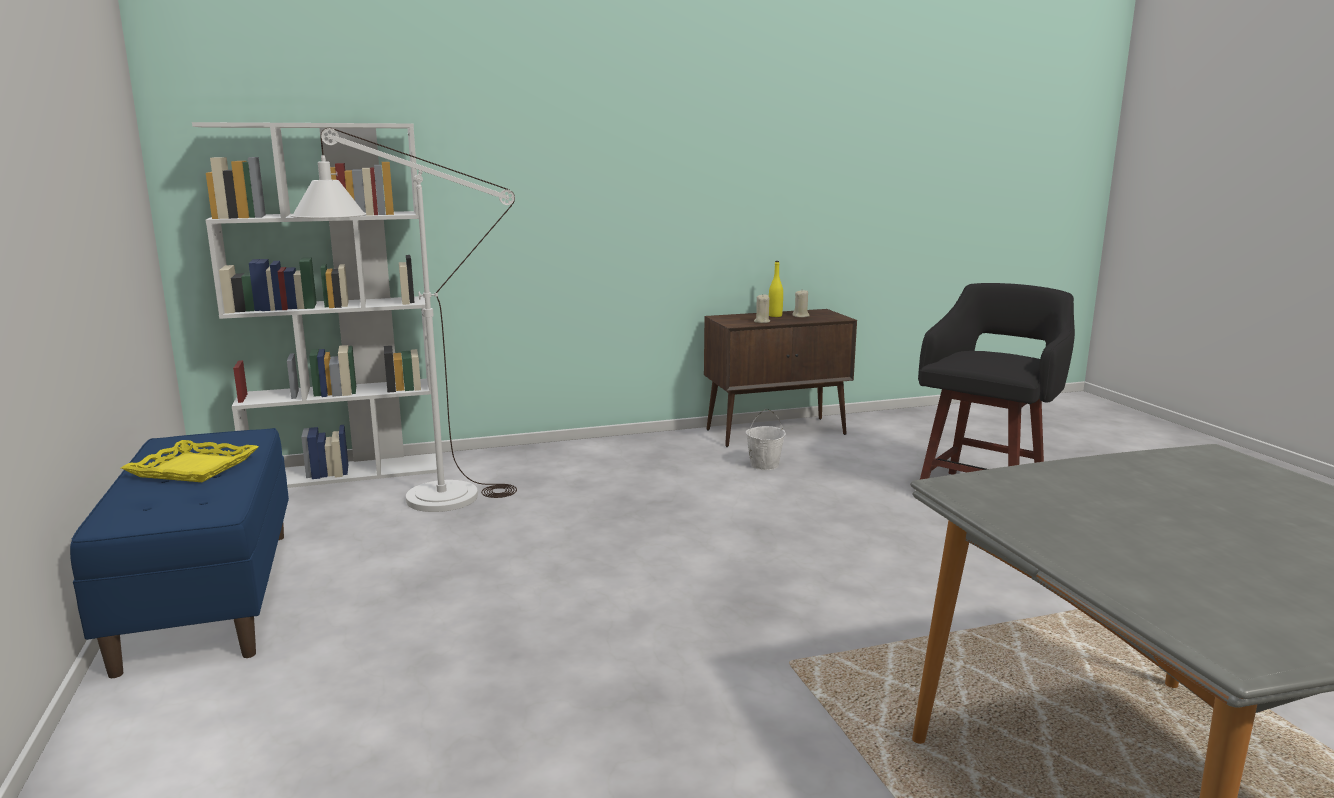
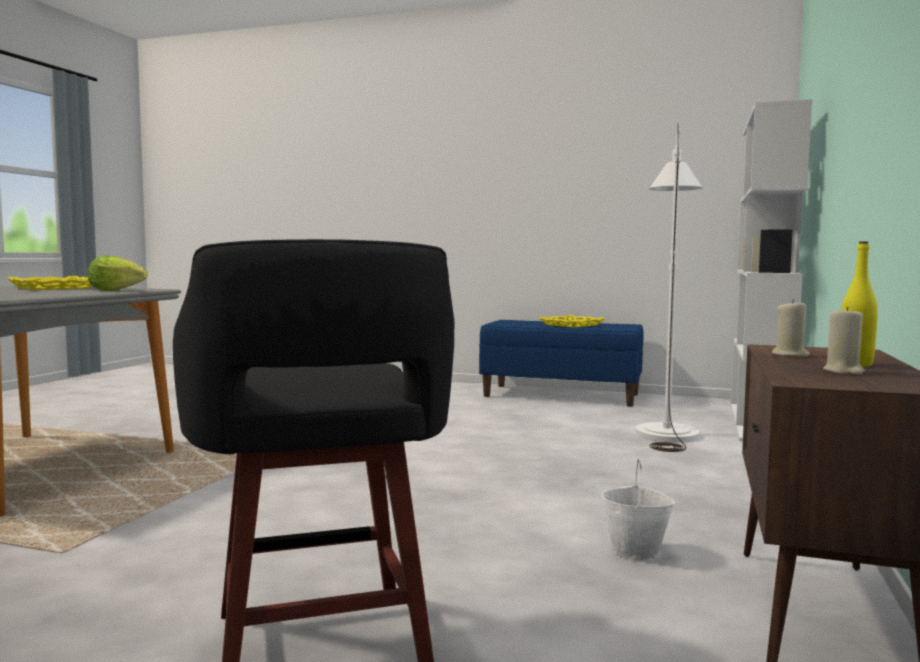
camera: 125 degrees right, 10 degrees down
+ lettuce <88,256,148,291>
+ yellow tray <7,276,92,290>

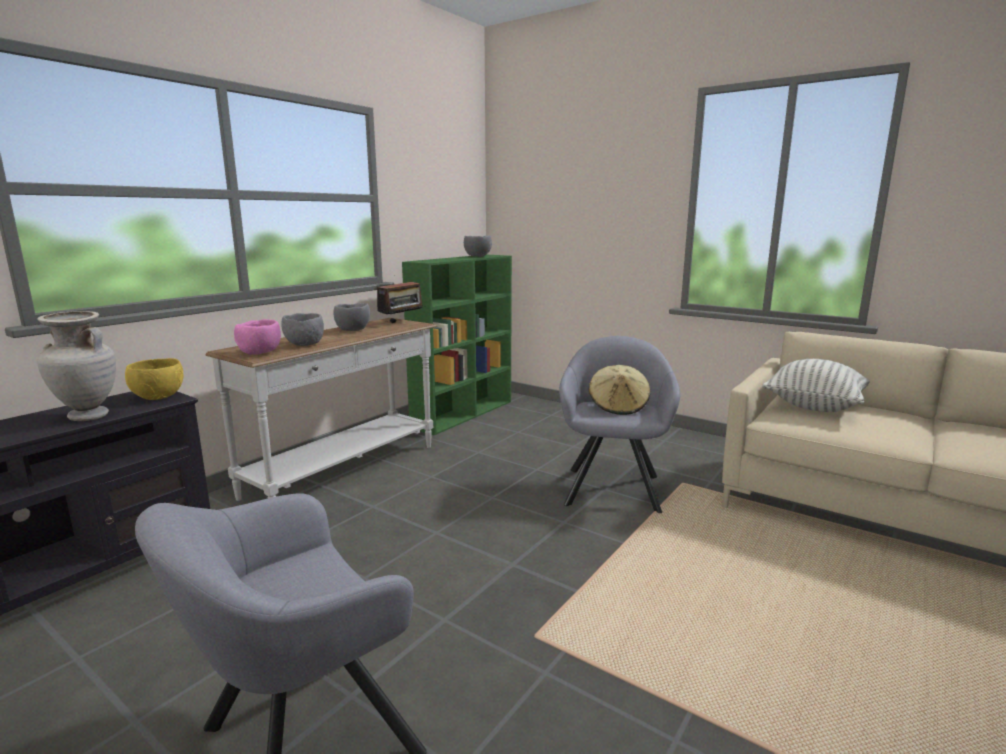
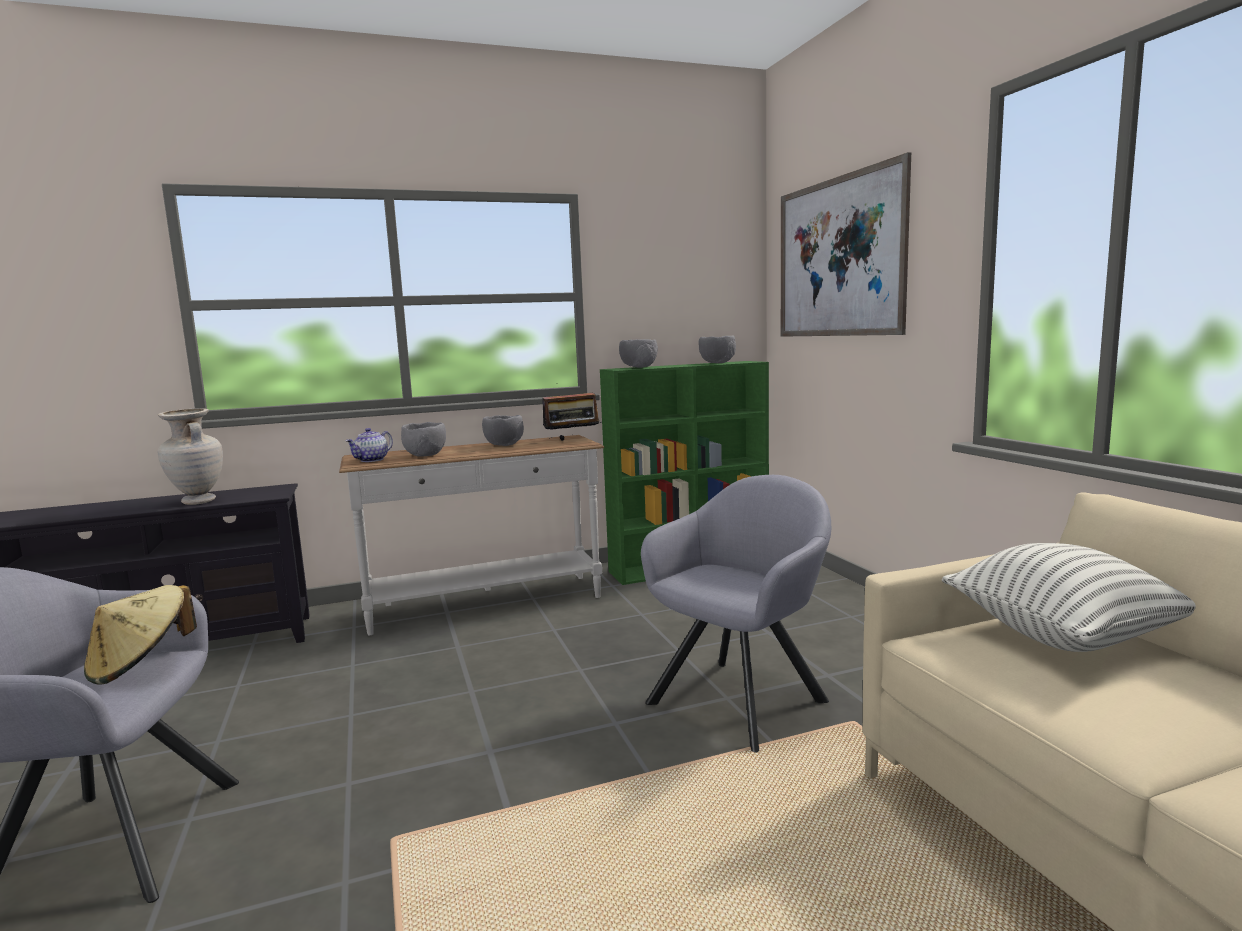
camera: 35 degrees right, 5 degrees down
~ pink bowl <234,319,281,355> to teapot <346,428,393,462>
- yellow bowl <125,358,184,400>
~ beige hat <588,365,650,415> to <84,585,197,685>
+ picture <781,152,911,337>
+ grey bowl <619,339,658,368>

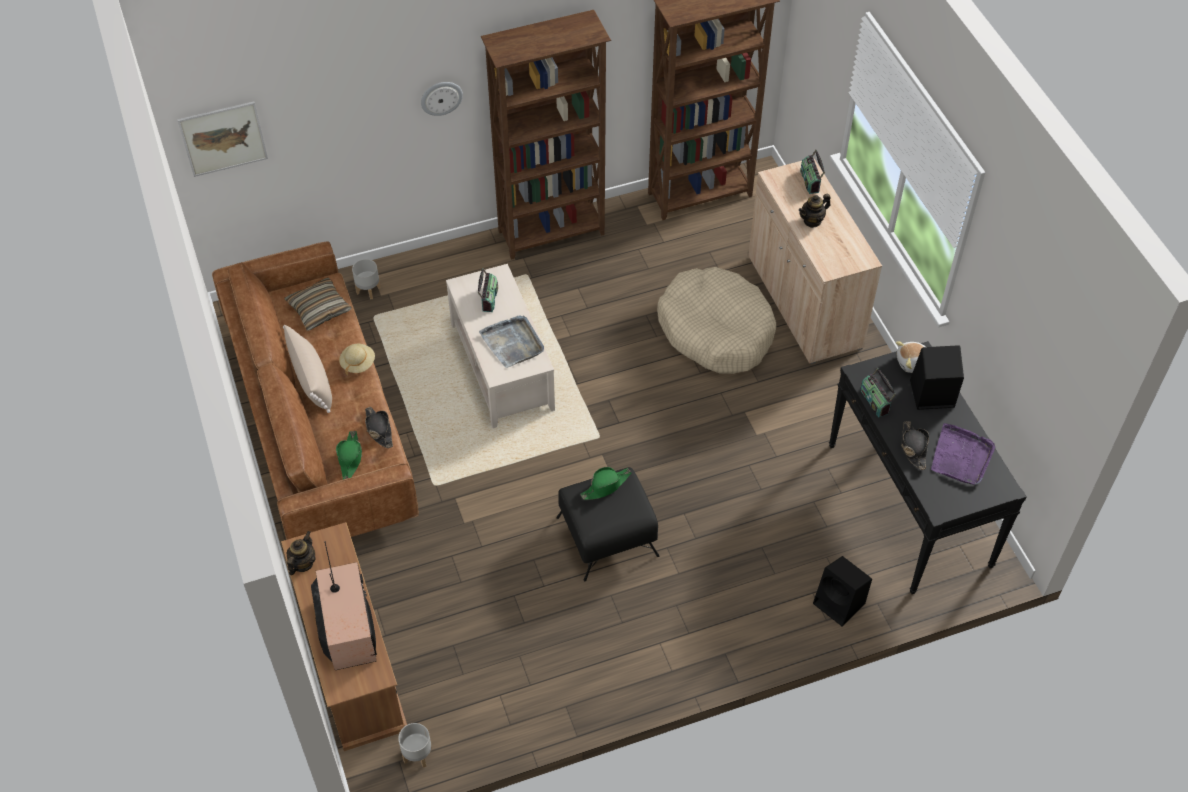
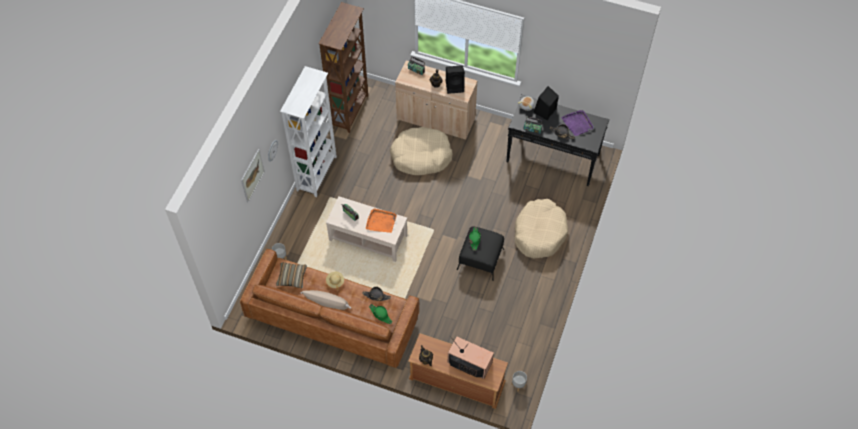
camera: 50 degrees left, 5 degrees up
~ brown bookcase <481,10,611,260> to white bookcase <280,66,337,197>
~ picture <177,101,268,177> to <241,149,265,202>
~ grey tray <479,316,544,368> to orange tray <366,208,397,233>
~ black speaker <813,556,872,627> to <446,65,465,94>
+ beige dog bed <515,199,568,258>

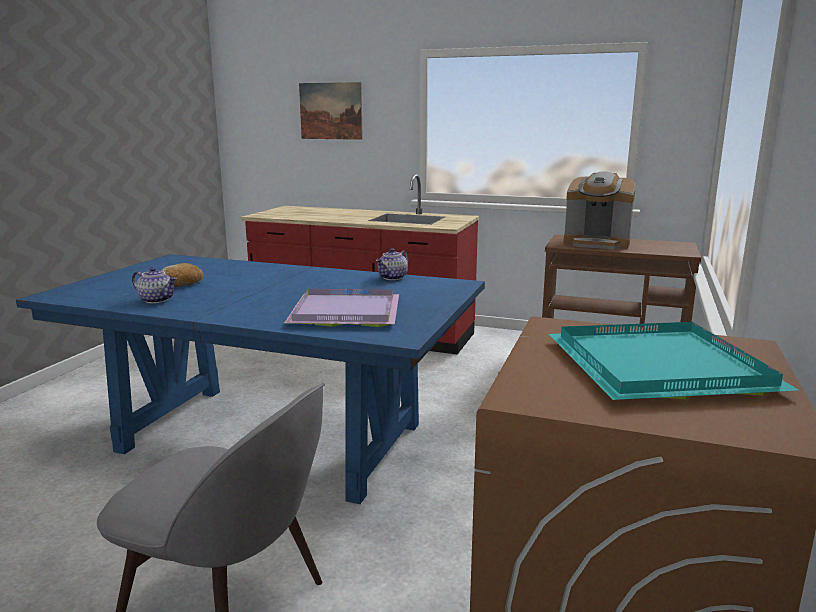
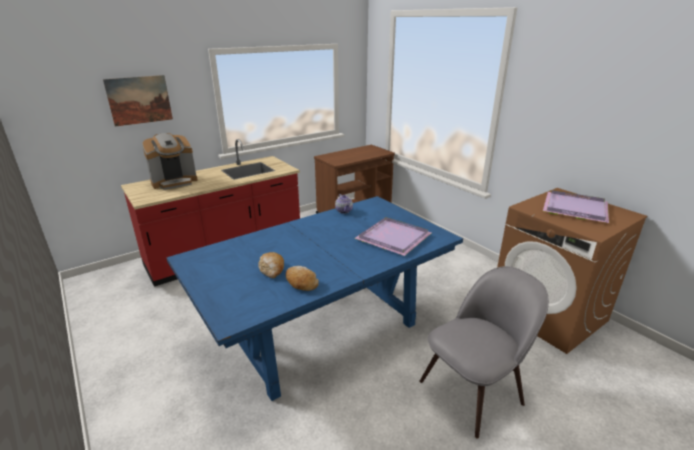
camera: 55 degrees left, 10 degrees up
~ coffee machine <563,171,636,249> to <142,133,198,190>
~ teapot <132,267,177,303> to bread <286,266,319,291>
~ turquoise tray <549,322,800,400> to purple tray <543,190,609,223>

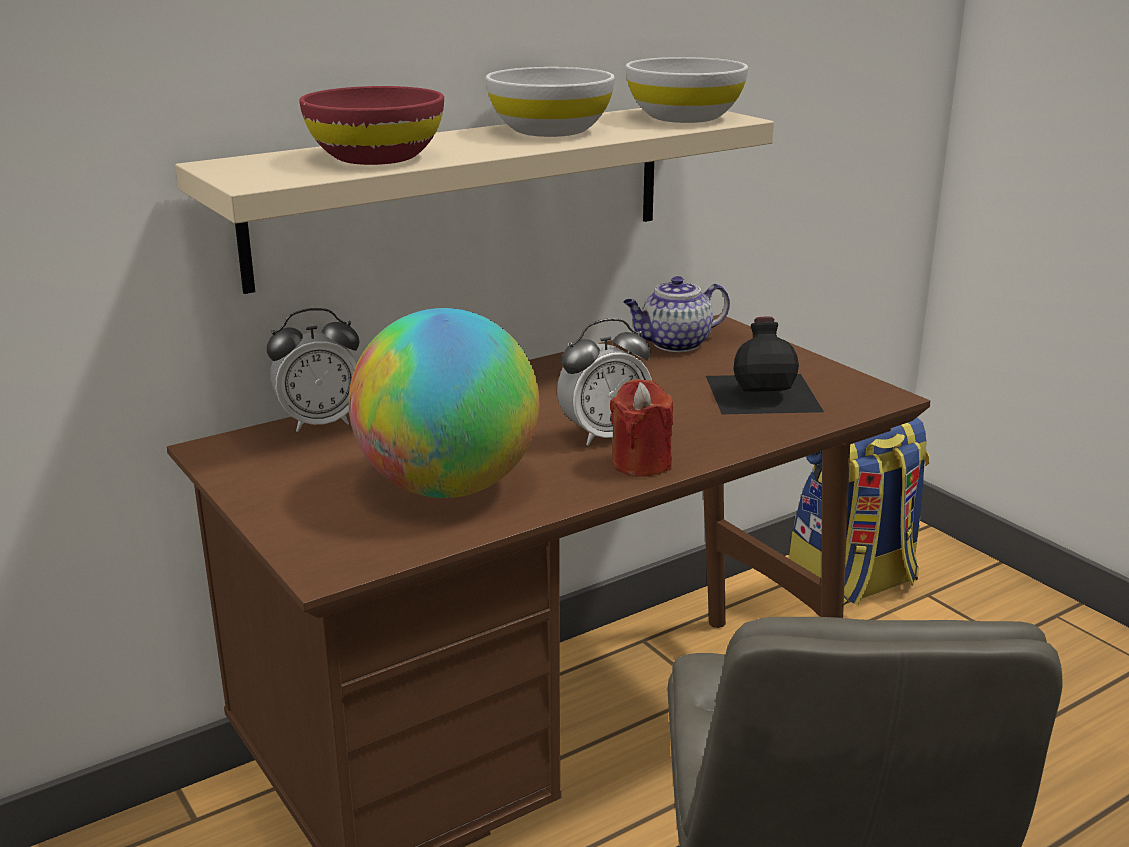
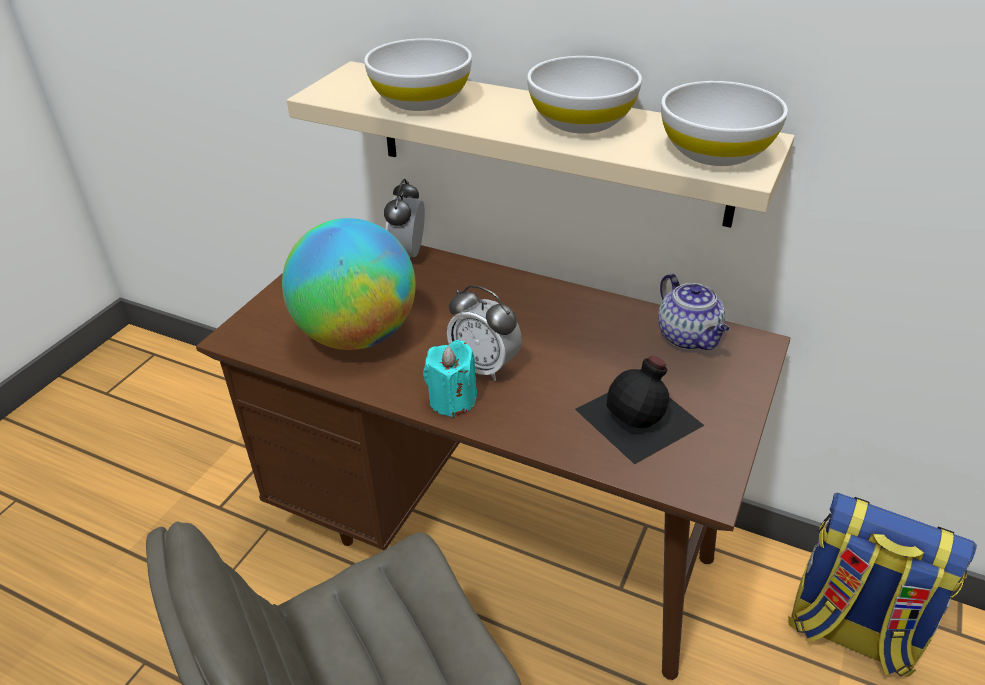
camera: 60 degrees right, 15 degrees up
~ red bowl <299,86,444,165> to white bowl <364,38,472,111>
~ teapot <623,276,730,352> = <658,273,729,350> 150 degrees counterclockwise
~ alarm clock <267,308,360,432> = <384,179,425,257> 60 degrees clockwise
~ red candle <610,379,673,477> to turquoise candle <423,340,477,417>

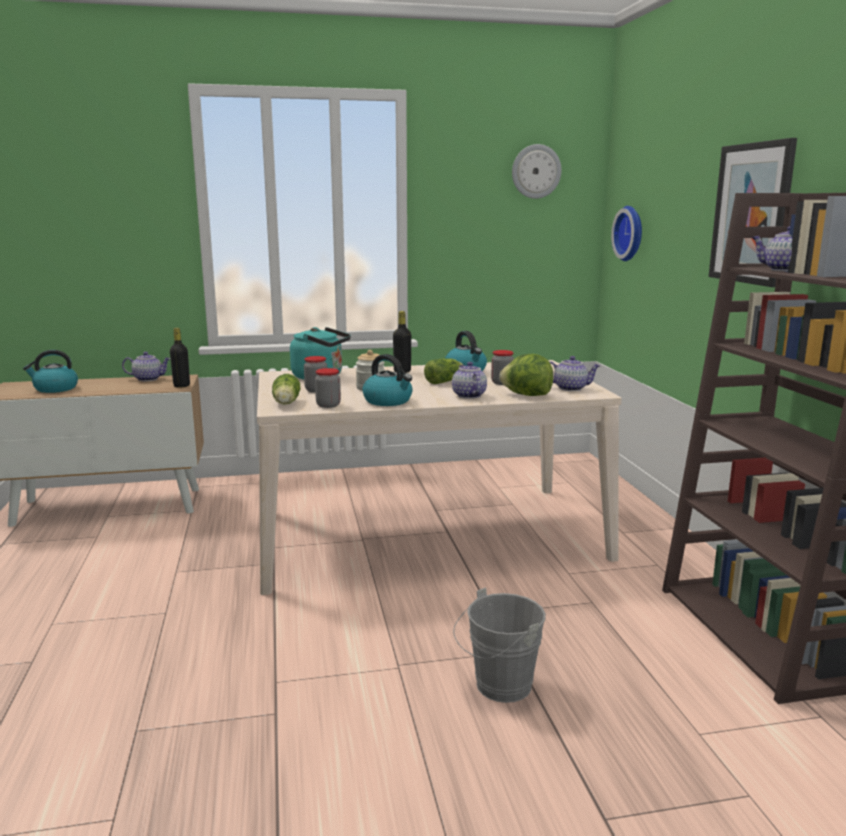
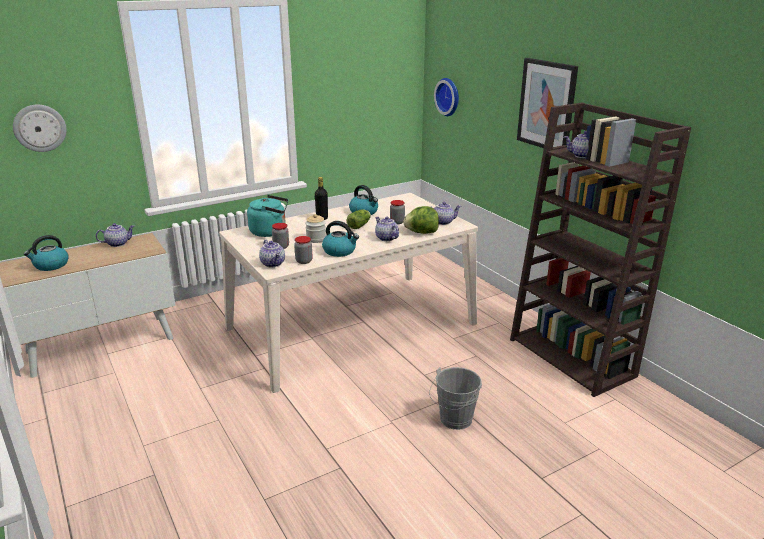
camera: 20 degrees left, 10 degrees up
~ wall clock <512,144,561,199> to <13,105,67,152>
- black bottle <170,328,190,387>
~ lettuce <272,374,300,405> to teapot <259,240,285,268>

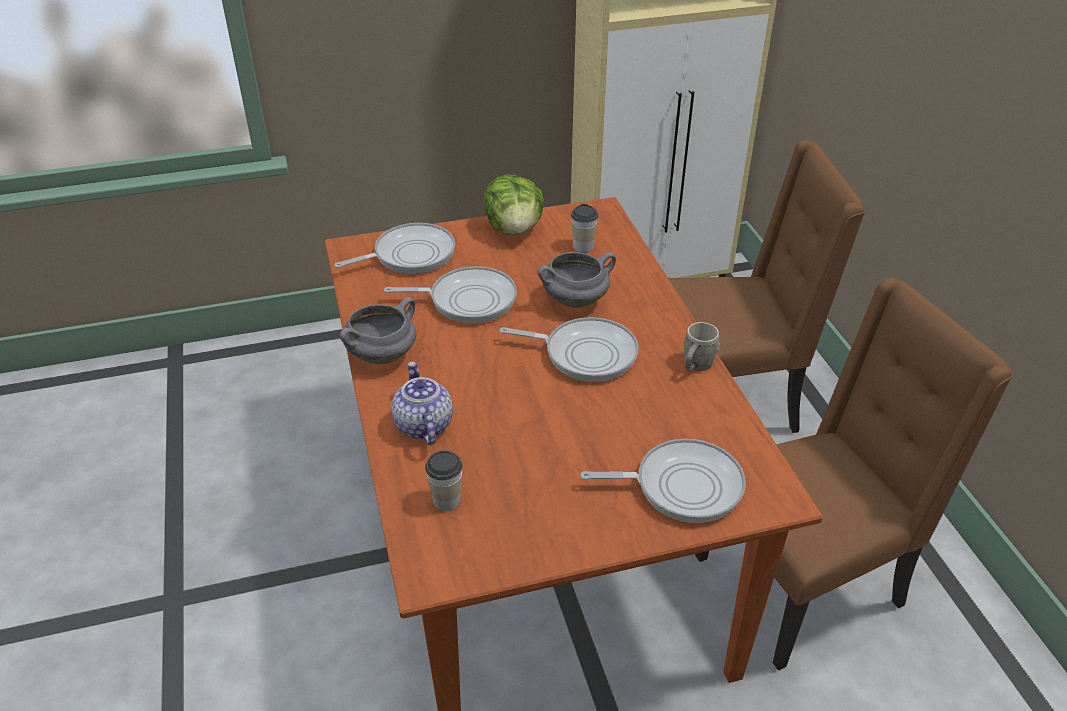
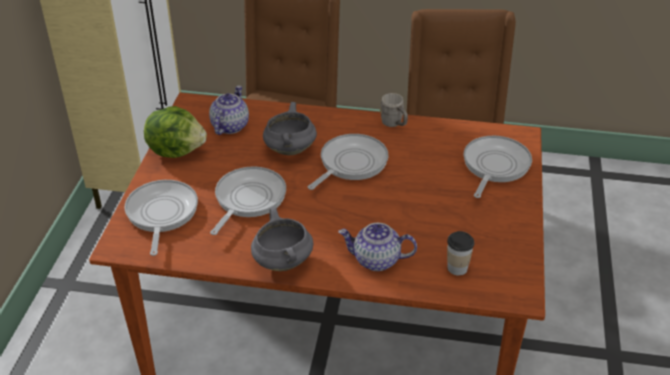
camera: 65 degrees left, 0 degrees up
~ cup <571,204,598,253> to teapot <209,86,249,135>

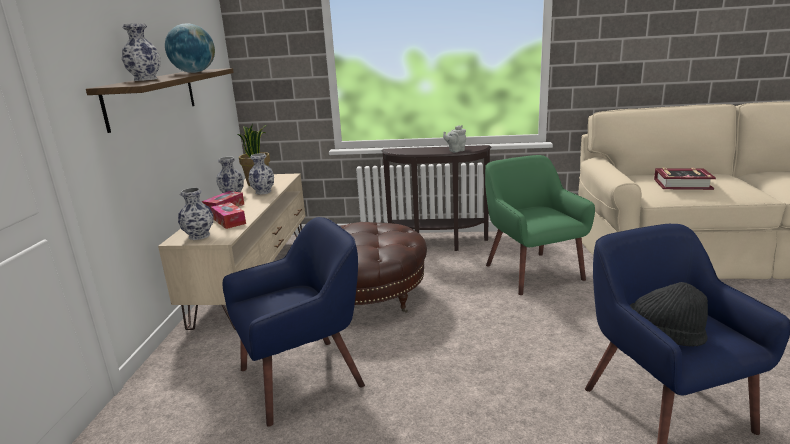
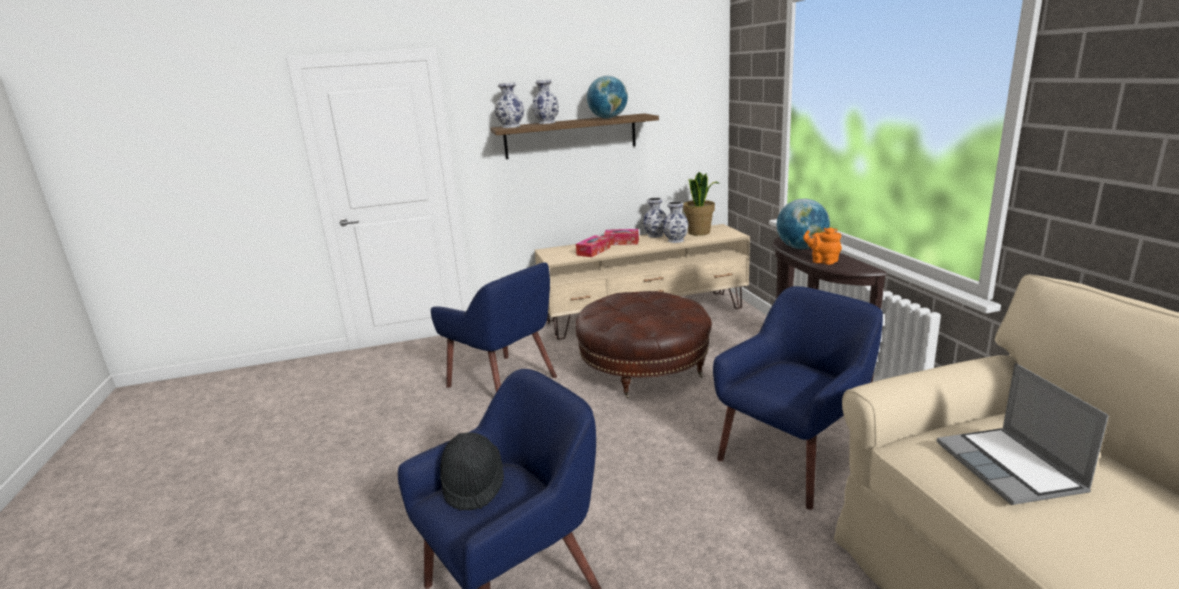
camera: 70 degrees right, 0 degrees up
~ grey teapot <443,125,466,153> to orange teapot <803,227,842,265>
~ green armchair <485,155,595,295> to blue armchair <713,286,883,510>
~ book <654,168,716,190> to laptop <937,363,1109,505>
~ vase <178,188,214,240> to <495,83,524,128>
+ globe <777,199,830,249>

